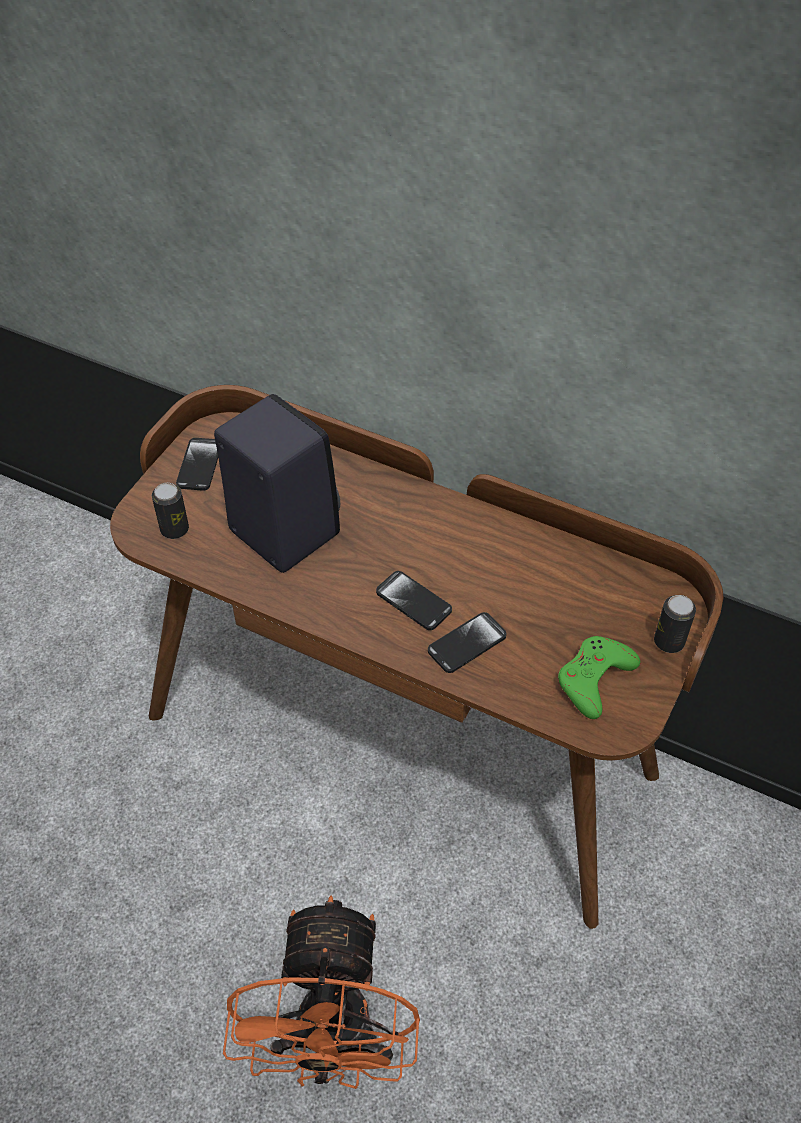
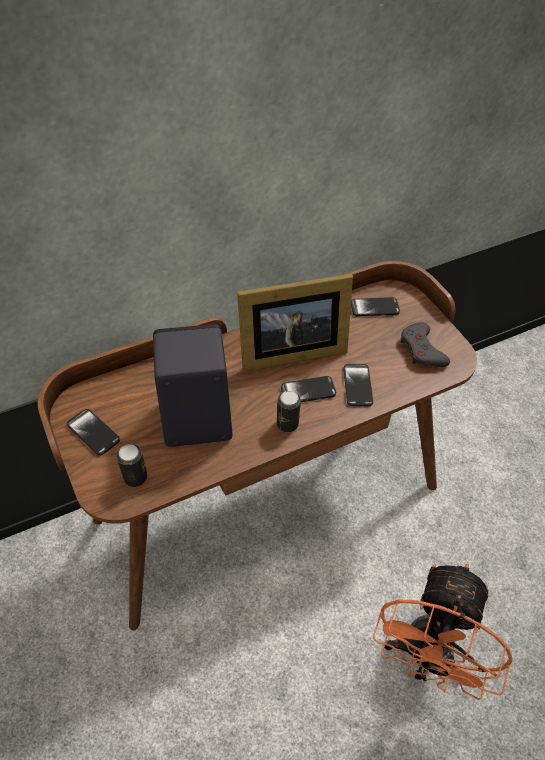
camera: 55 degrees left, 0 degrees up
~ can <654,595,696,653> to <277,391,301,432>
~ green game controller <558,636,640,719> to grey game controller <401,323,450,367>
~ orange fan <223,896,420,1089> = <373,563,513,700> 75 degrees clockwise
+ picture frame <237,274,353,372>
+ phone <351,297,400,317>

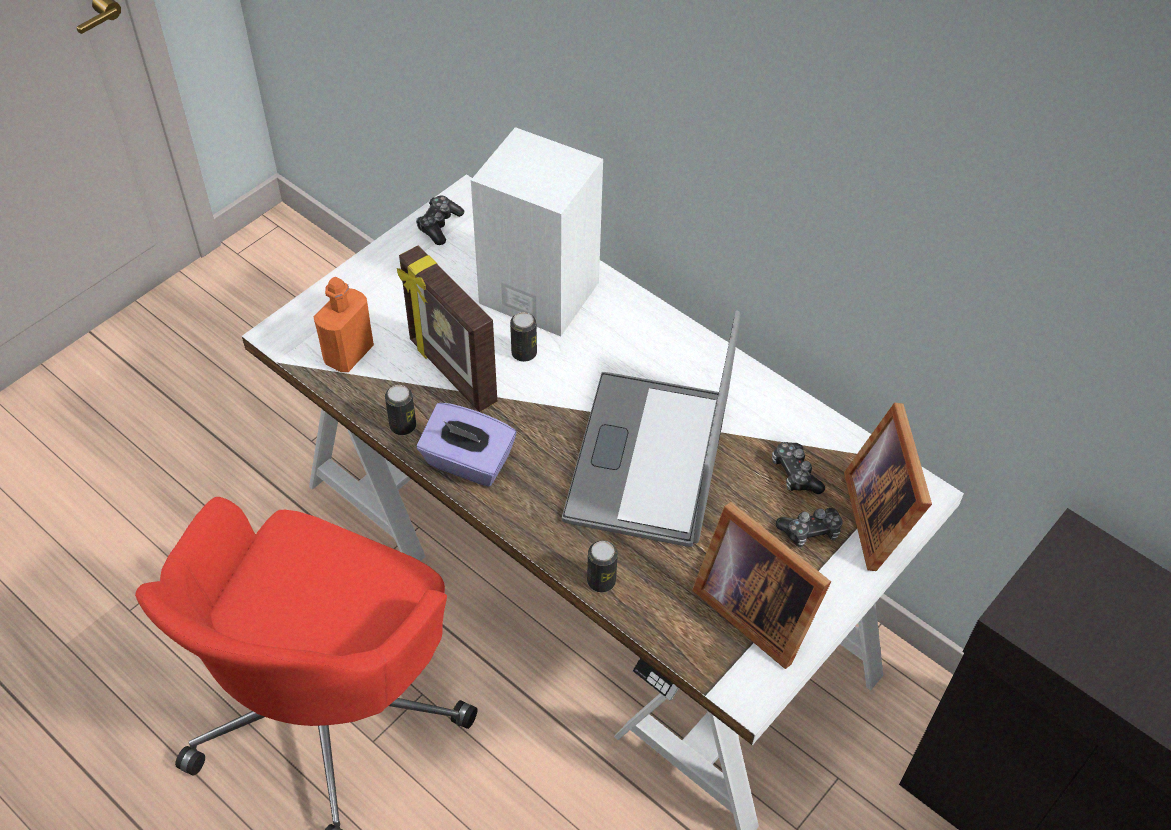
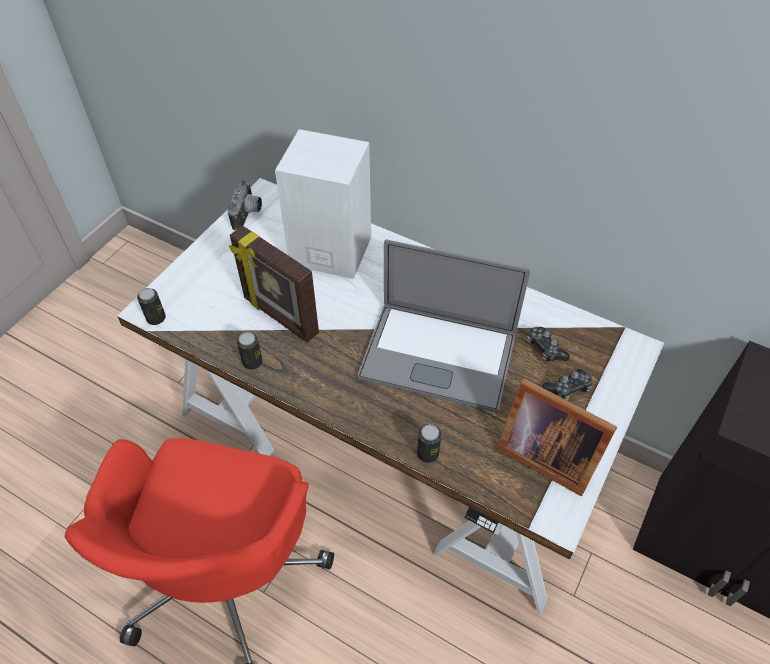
camera: 10 degrees left, 0 degrees up
~ game controller <416,196,464,245> to photo camera <227,181,262,230>
- orange bottle <314,277,374,372>
~ laptop <562,310,740,547> = <358,239,530,413> 75 degrees counterclockwise
~ can <510,312,537,362> to <137,288,166,325>
- purple tissue box <417,403,516,487>
- picture frame <844,403,932,571>

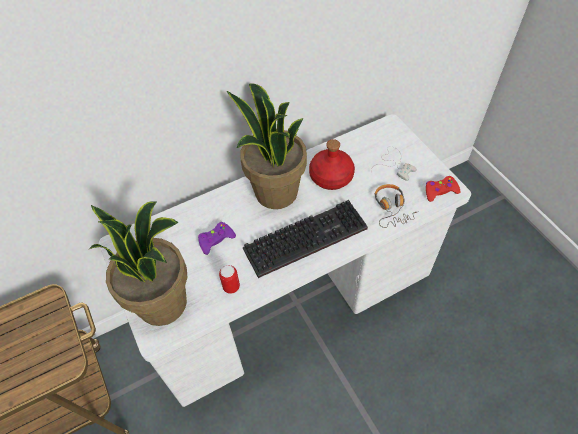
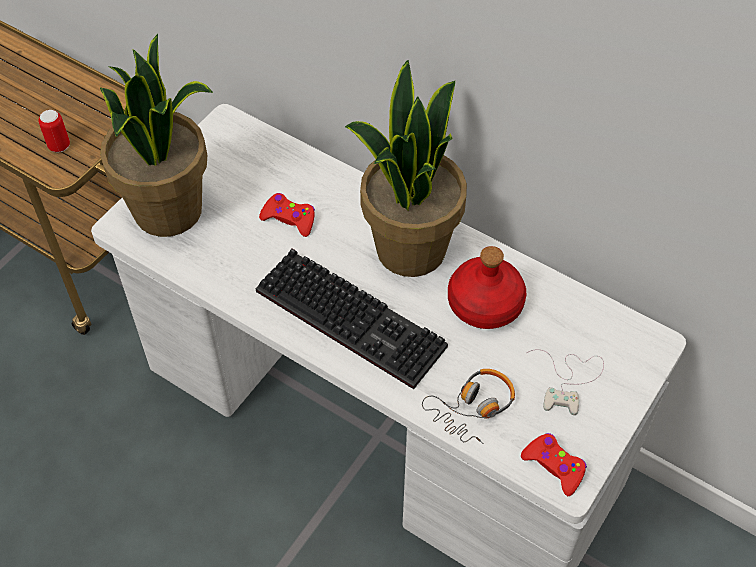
camera: 60 degrees right, 0 degrees up
~ purple game controller <198,222,236,255> to red game controller <259,193,315,237>
~ can <219,265,240,294> to <39,110,70,152>

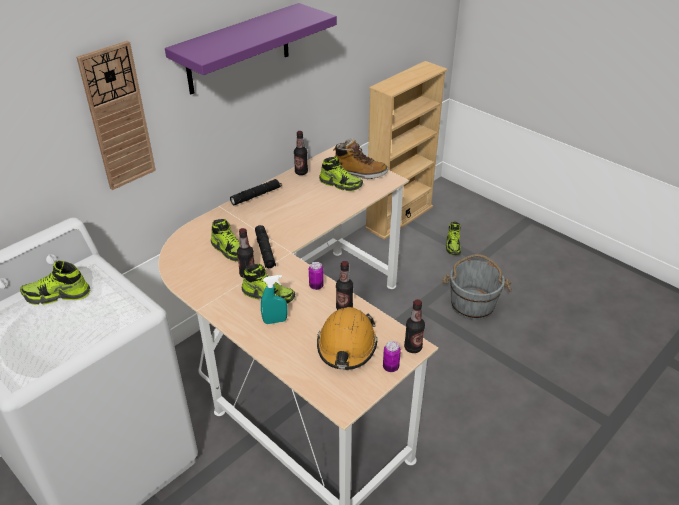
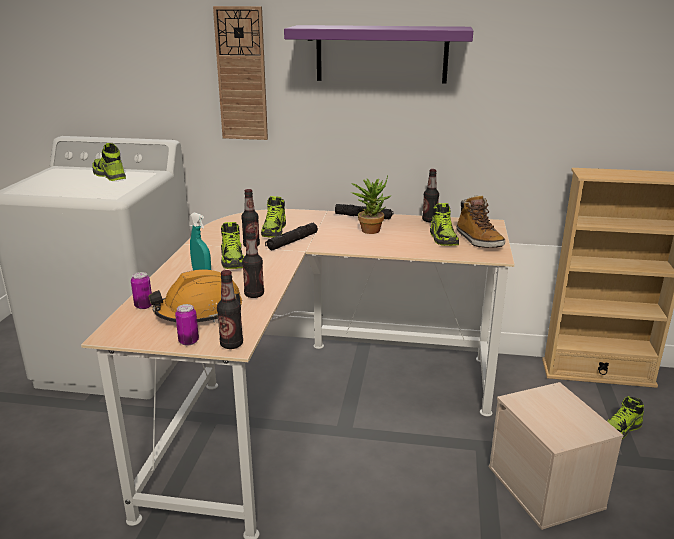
camera: 55 degrees right, 15 degrees down
~ grey bucket <441,254,512,320> to beige storage box <489,382,623,530>
~ can <309,262,324,290> to <131,272,152,309>
+ potted plant <351,176,391,234>

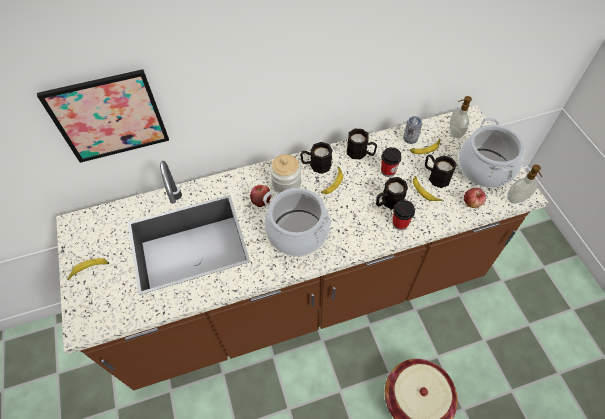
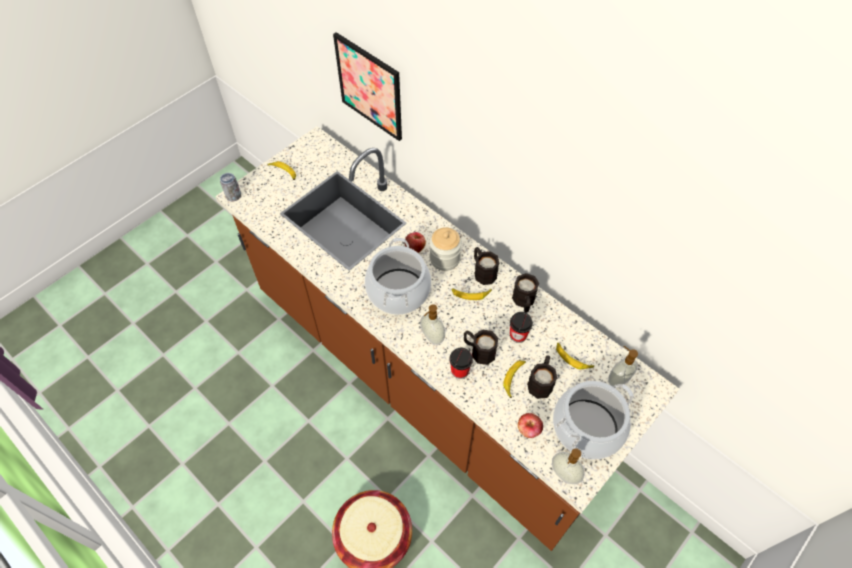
camera: 60 degrees right, 0 degrees up
~ can <403,116,422,144> to <220,173,241,201>
+ soap dispenser <420,304,445,345>

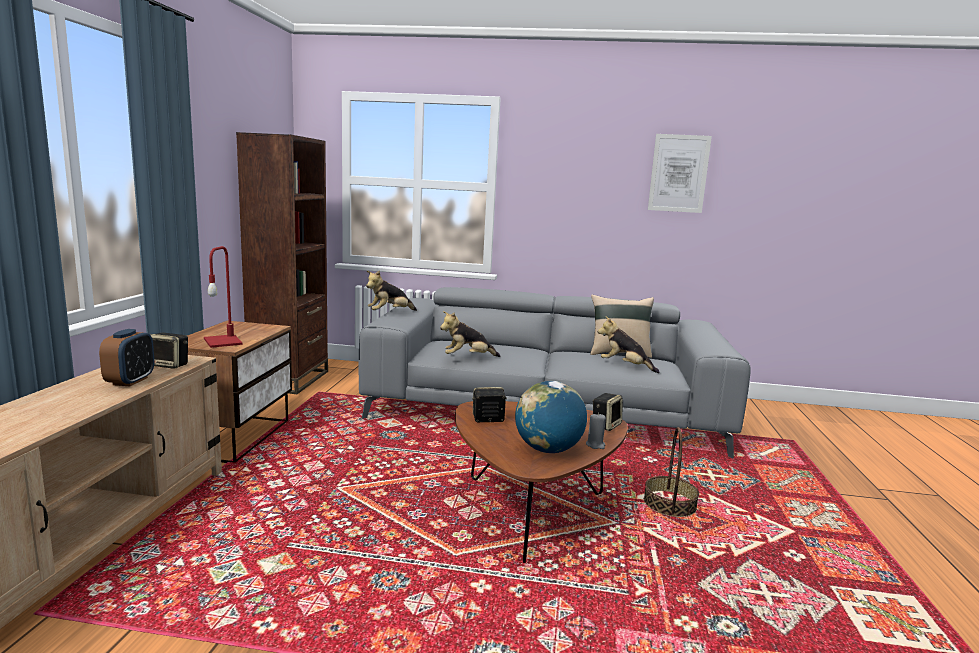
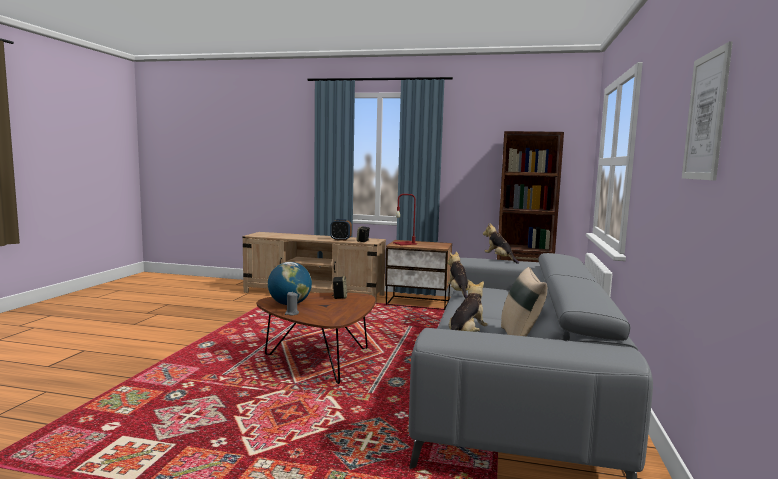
camera: 95 degrees right, 5 degrees down
- speaker <593,393,623,431>
- basket <644,427,699,517>

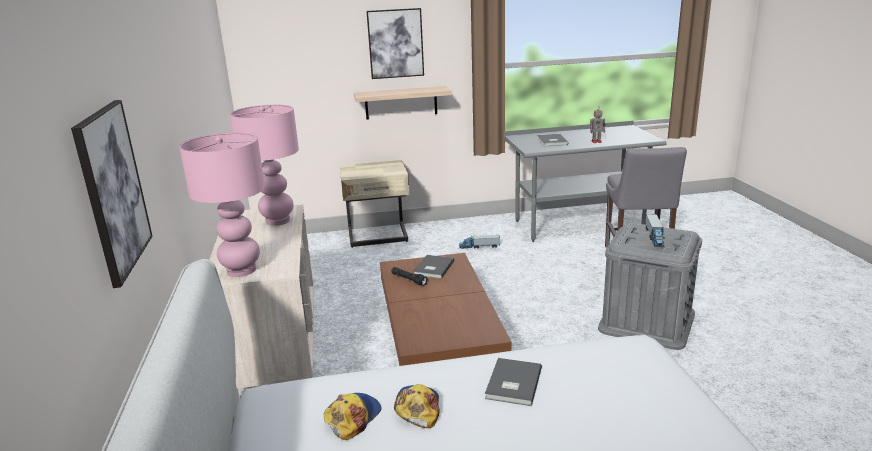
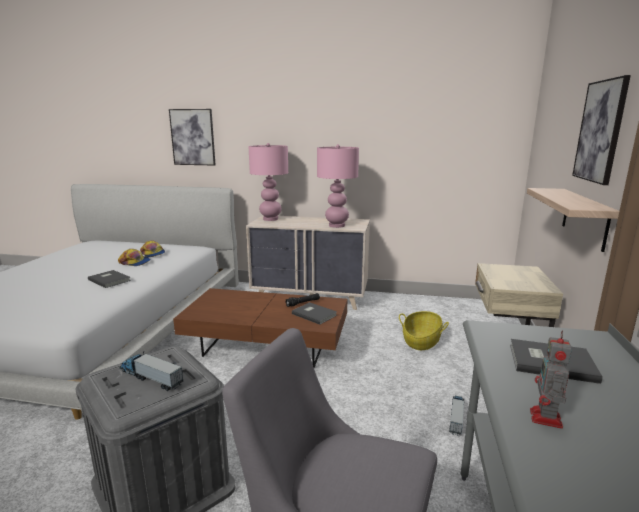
camera: 110 degrees right, 5 degrees down
+ basket <399,311,449,350>

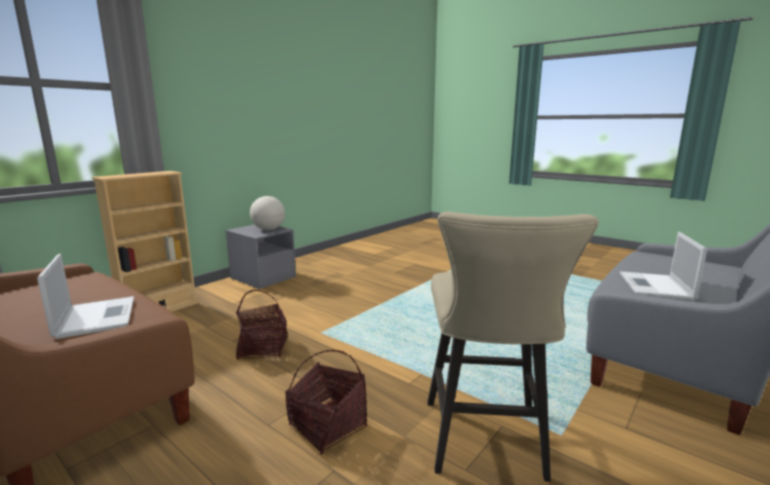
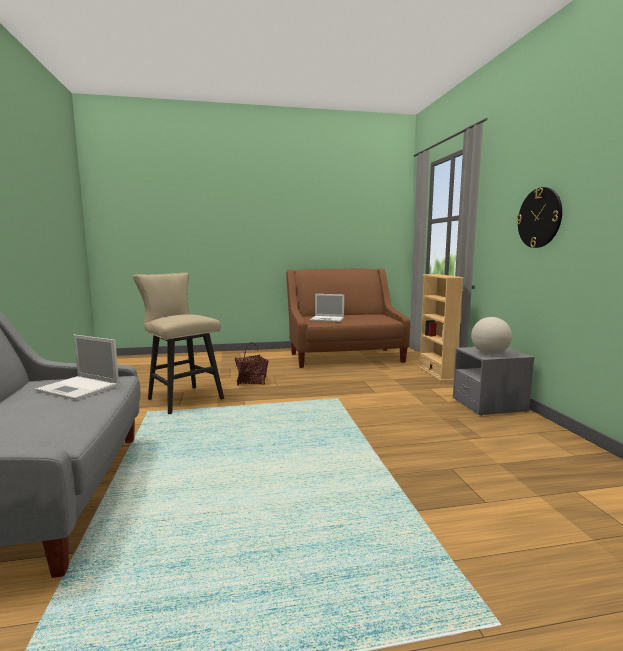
camera: 130 degrees right, 5 degrees down
~ laptop <620,232,707,300> = <35,335,119,400> 150 degrees clockwise
- basket <236,290,288,360>
+ wall clock <516,187,562,248>

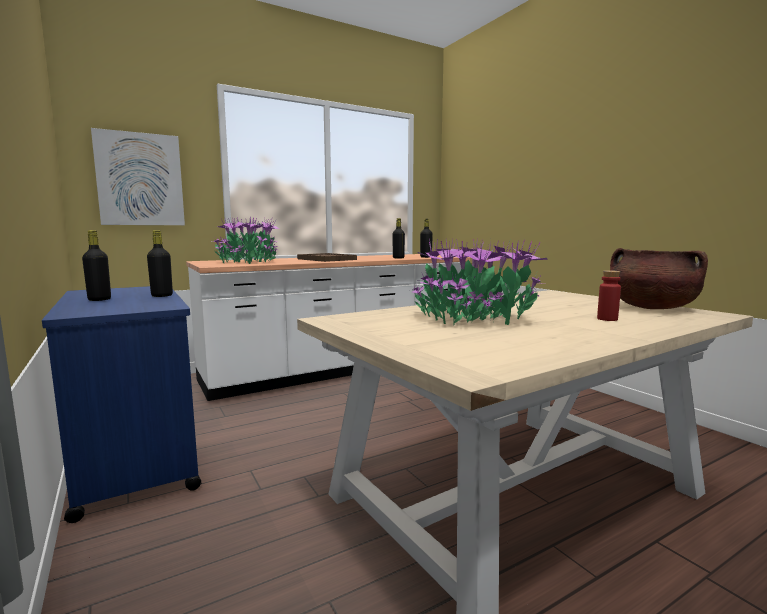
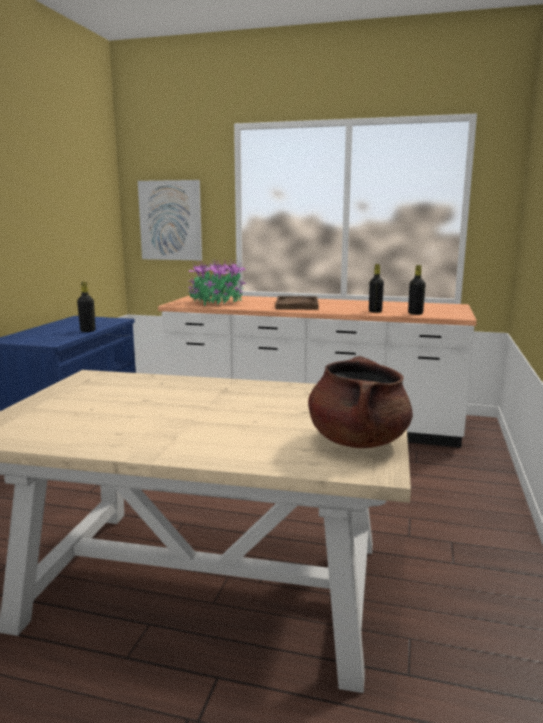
camera: 45 degrees right, 5 degrees up
- black bottle <82,230,111,301>
- potted plant <410,238,548,326>
- red bottle <597,270,621,321>

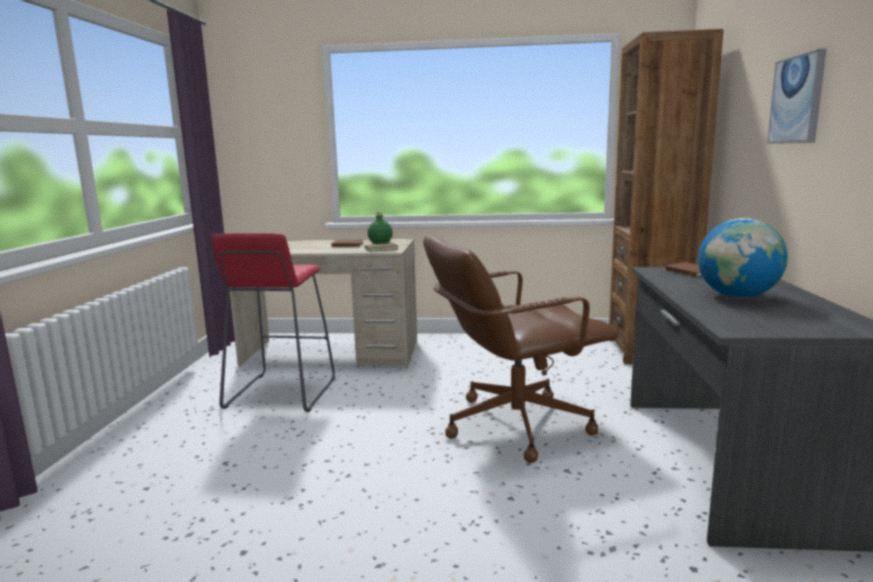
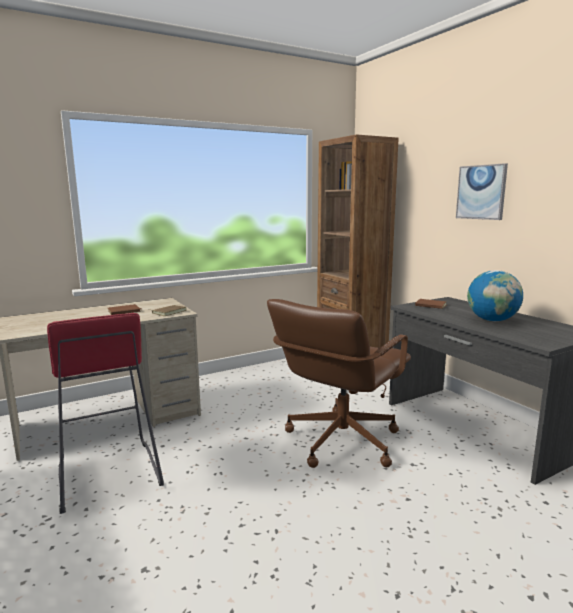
camera: 35 degrees left, 0 degrees up
- green bottle <368,212,393,244>

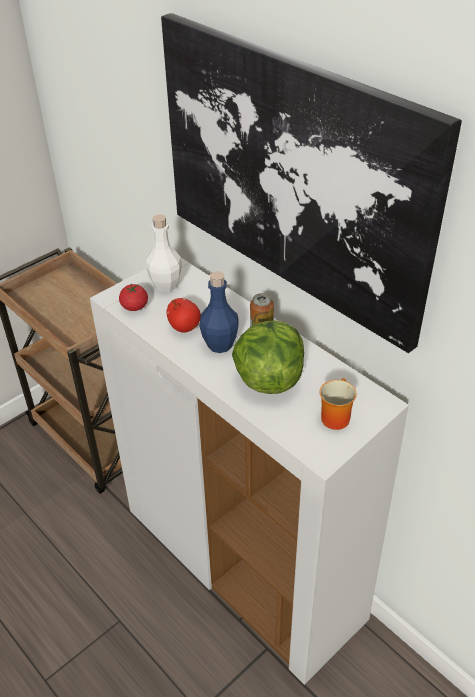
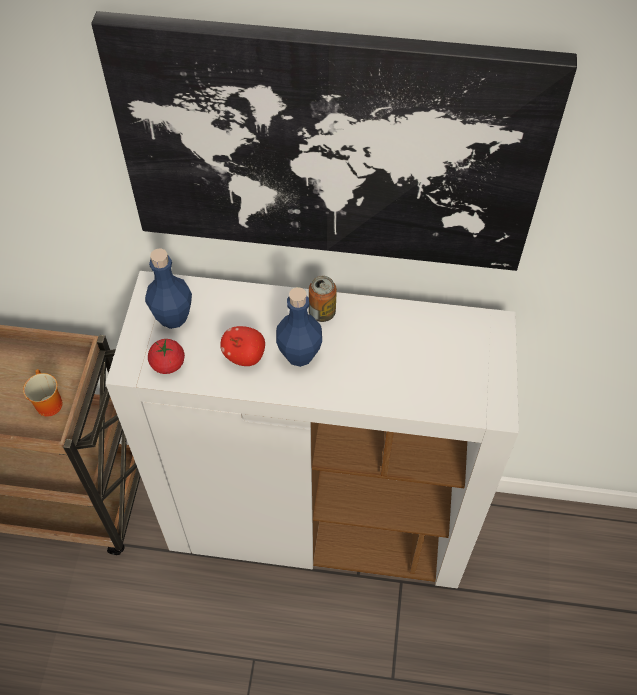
camera: 40 degrees left, 15 degrees up
~ white bottle <145,215,182,292> to blue bottle <145,248,192,329>
- lettuce <232,320,304,394>
~ mug <320,378,357,430> to <23,369,63,417>

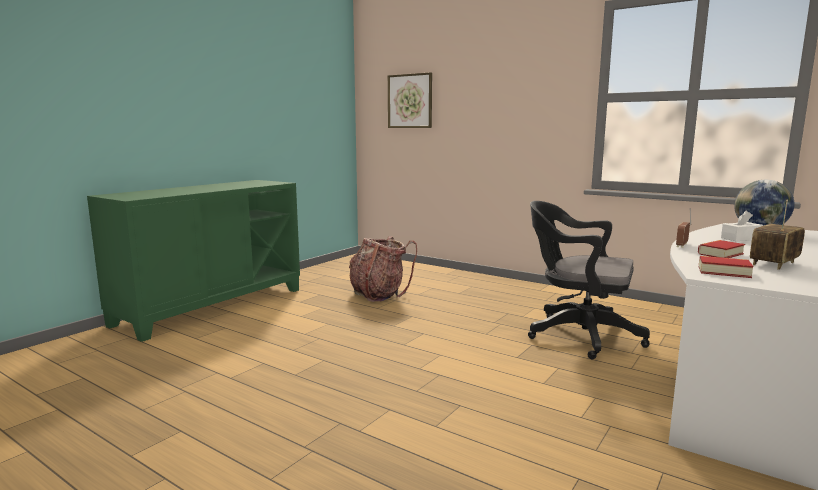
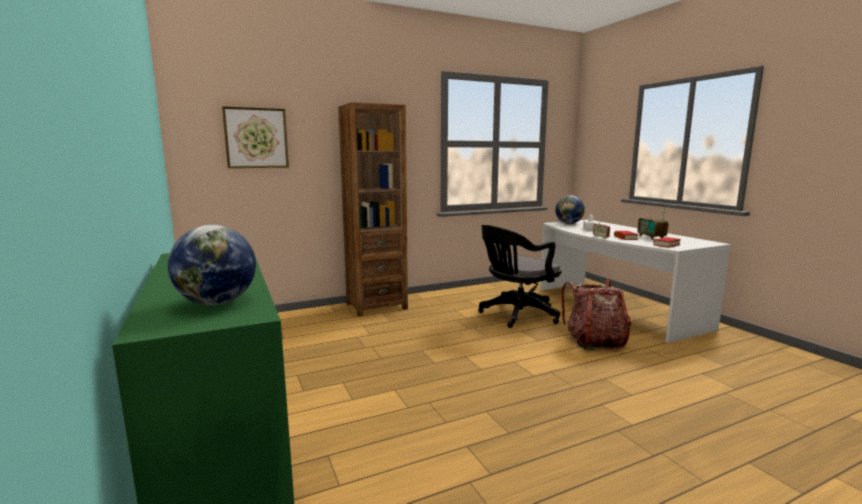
camera: 60 degrees left, 0 degrees up
~ backpack <349,236,417,302> to <561,278,631,351>
+ brown bookcase <338,102,408,317>
+ globe <168,225,256,305>

